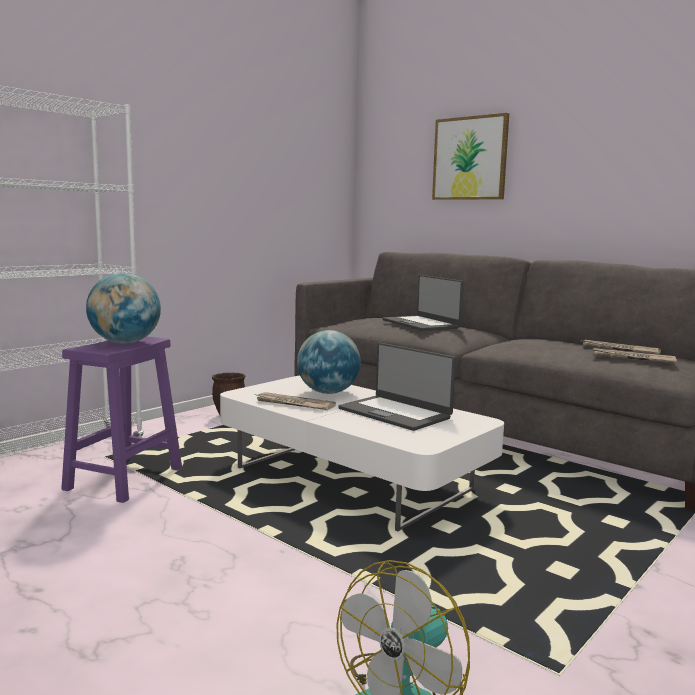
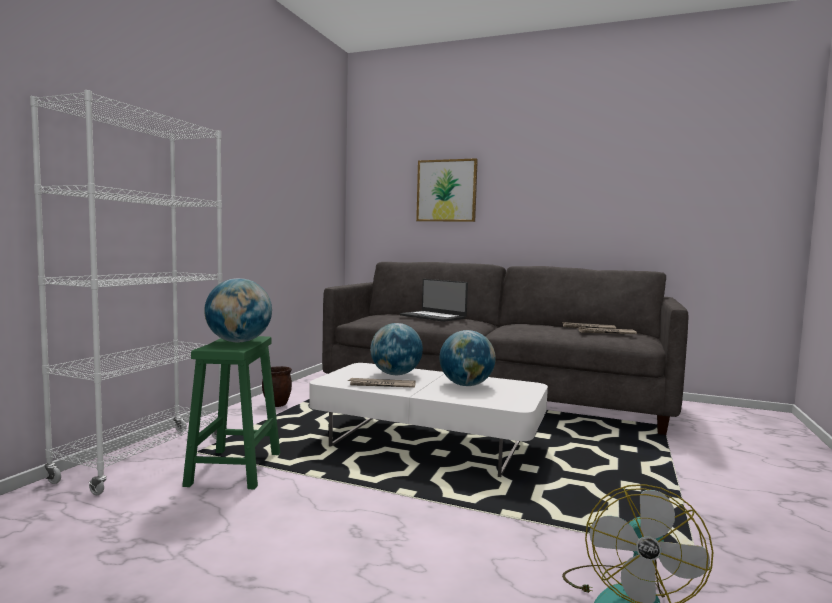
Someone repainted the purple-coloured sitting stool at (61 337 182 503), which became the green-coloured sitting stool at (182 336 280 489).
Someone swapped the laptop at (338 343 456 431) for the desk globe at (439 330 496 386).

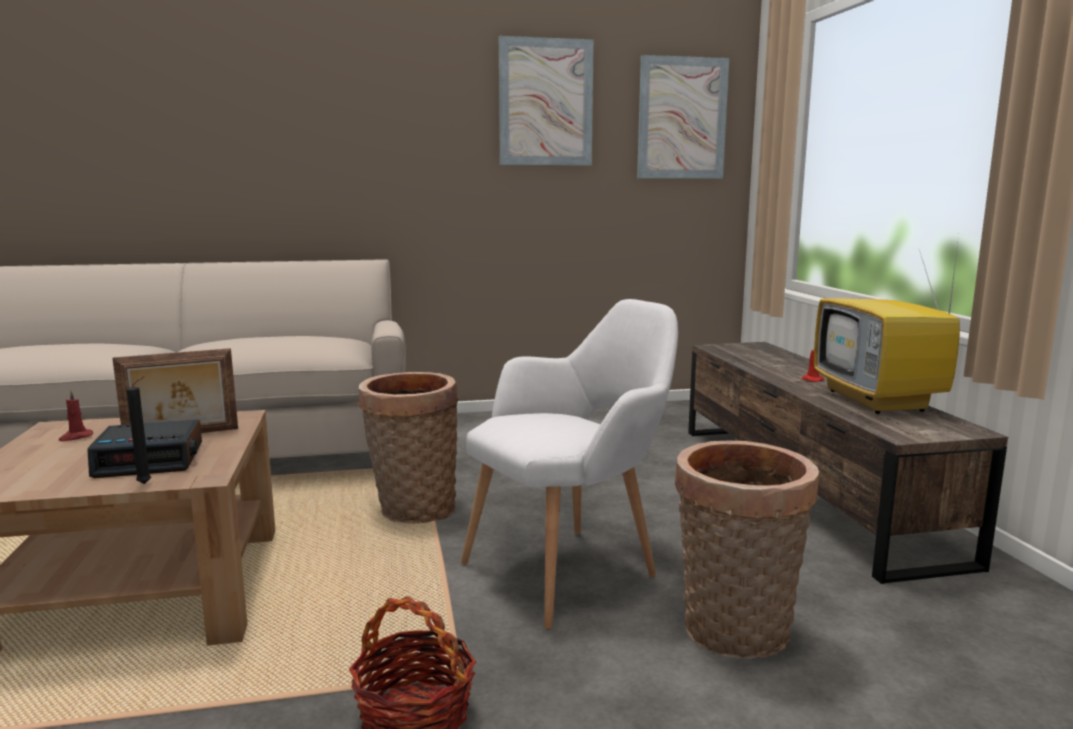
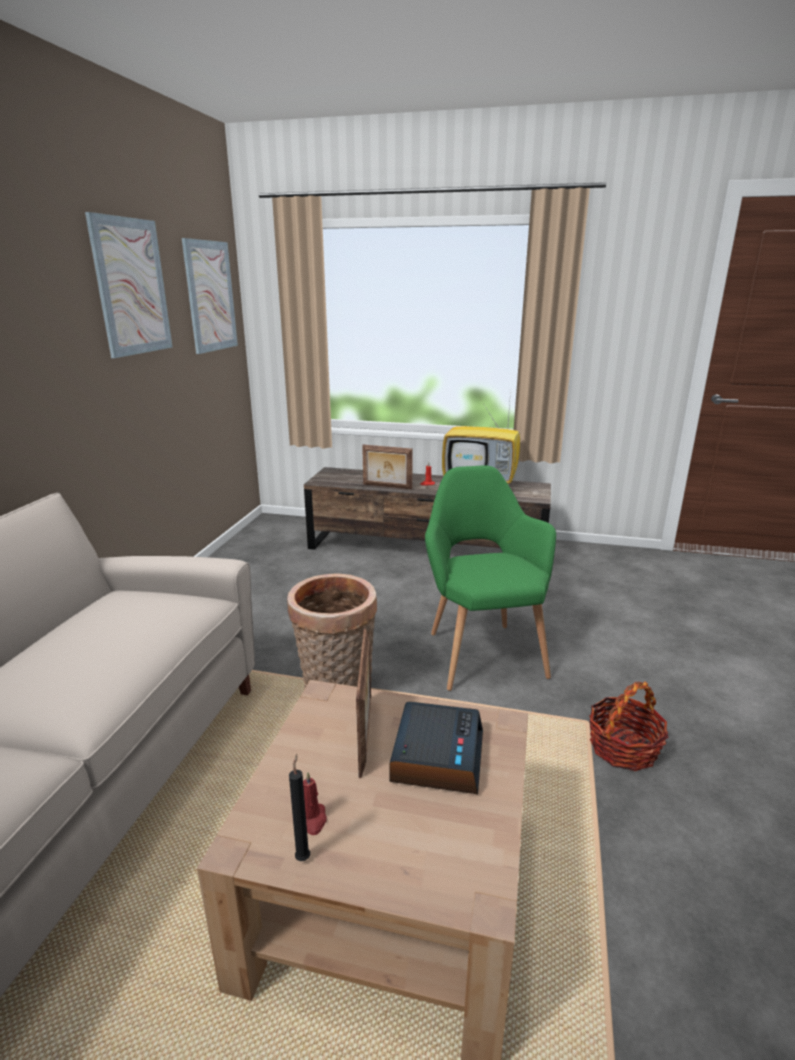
Someone carried the black wax light from (126 376 151 484) to (289 754 310 861).
Someone put down the picture frame at (362 445 413 489).
Someone repainted the white-coloured lounge chair at (461 299 678 630), which became the green-coloured lounge chair at (425 466 556 691).
Someone took away the storage basket at (675 441 819 659).

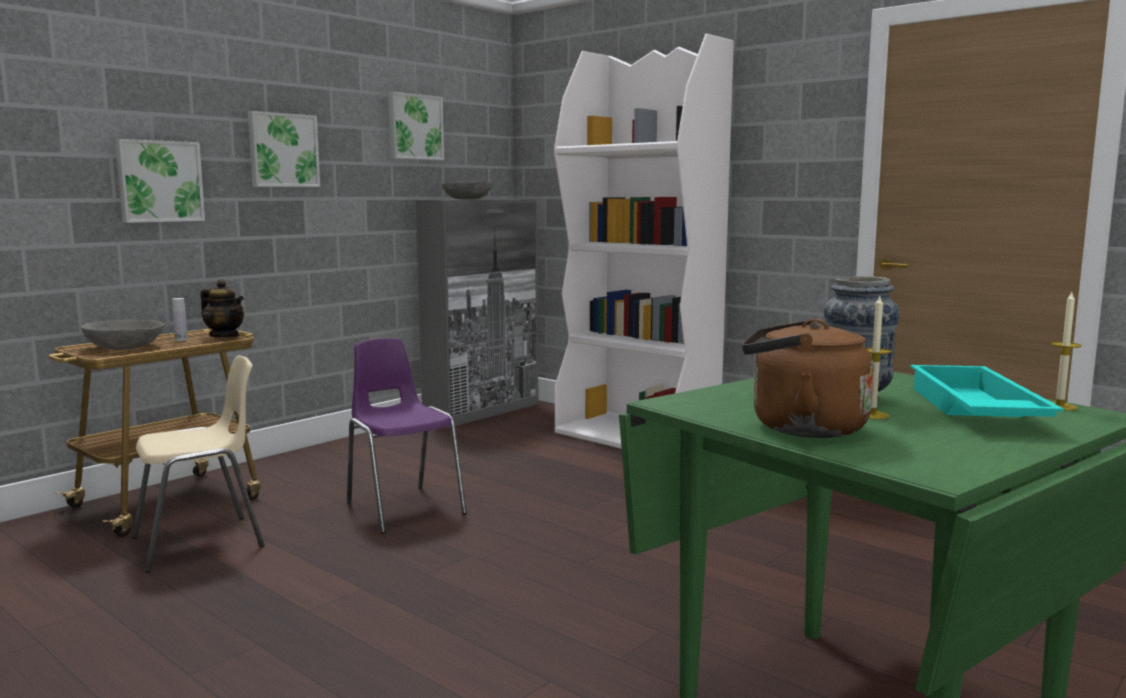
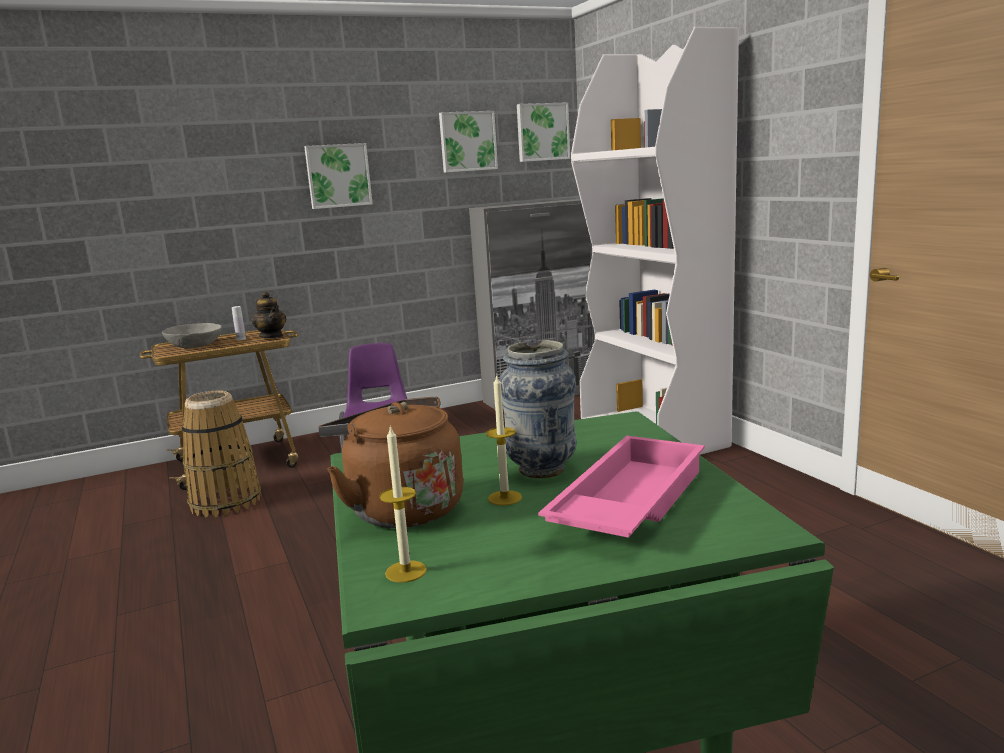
Someone swapped the sand-coloured upright chair at (132 356 265 573) for the storage basket at (182 391 262 517).
Someone carried the wax light from (1051 292 1082 410) to (380 425 427 583).
Someone carried the wall picture from (115 139 205 223) to (517 102 570 162).
Someone repainted the turquoise tray at (910 365 1064 417), which became the pink-coloured tray at (538 436 705 538).
Someone took away the gray deep dish at (441 181 493 199).

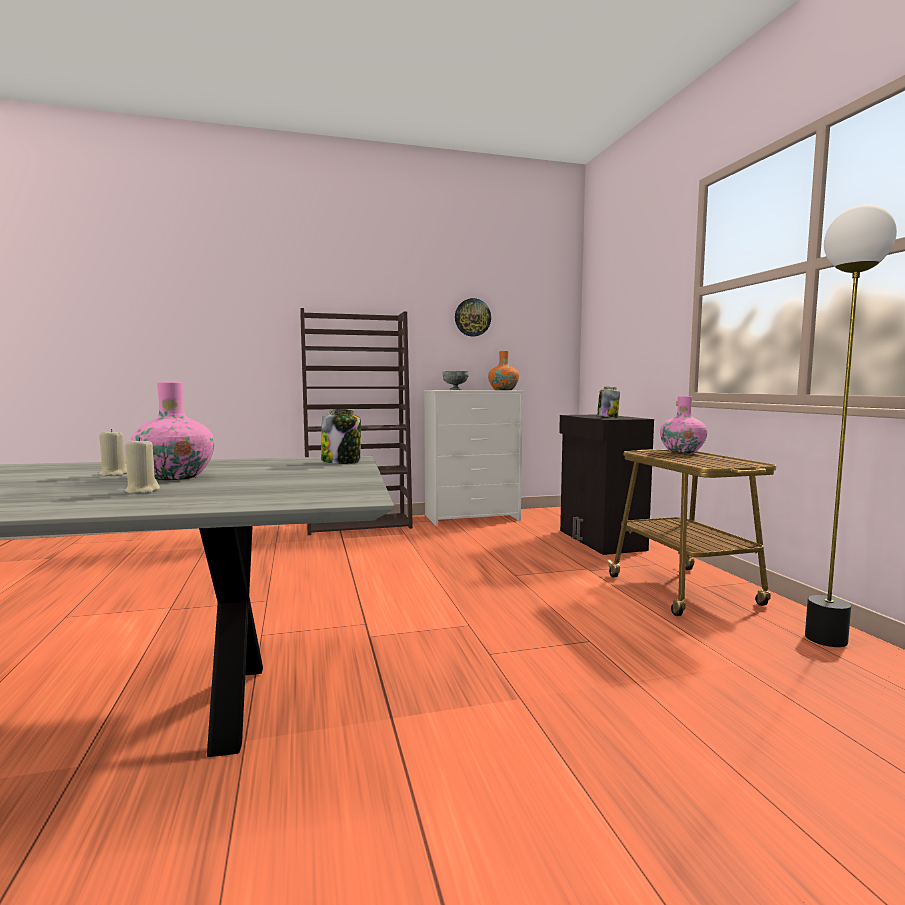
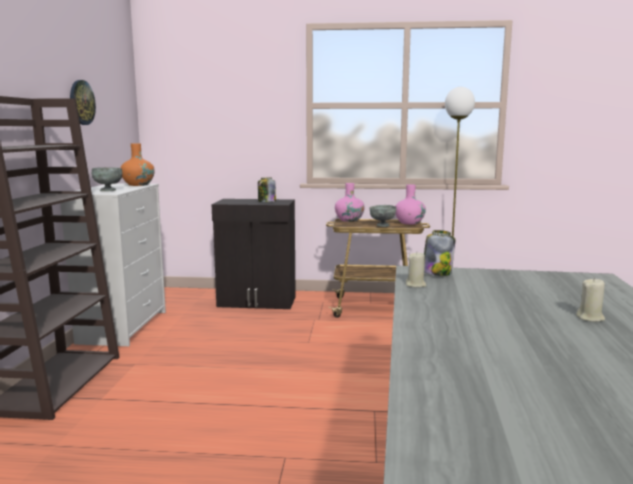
Someone put down the gray deep dish at (369 205 396 227).
Someone carried the pink-coloured flower vase from (130 382 214 480) to (395 185 426 225).
Someone carried the sand-coloured wax light from (99 429 127 476) to (406 252 427 287).

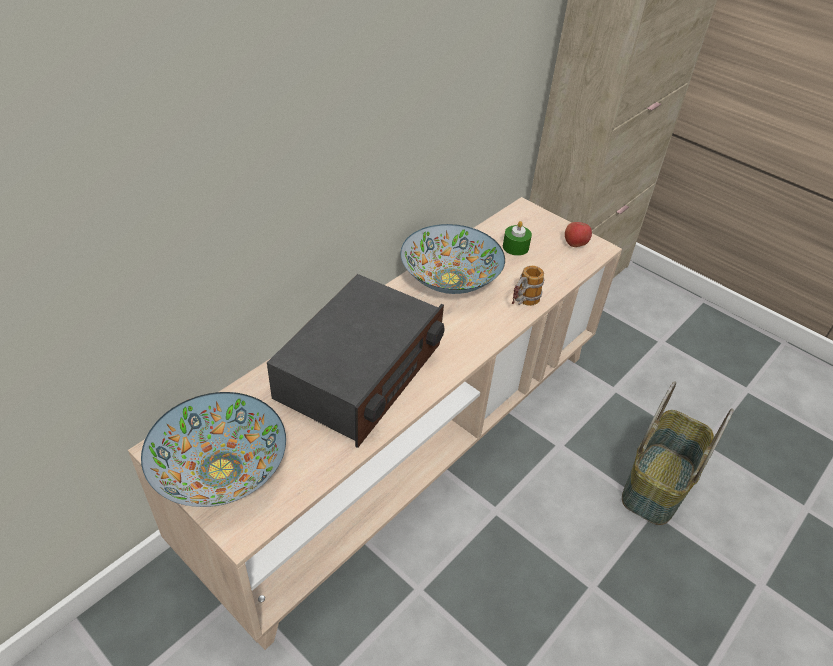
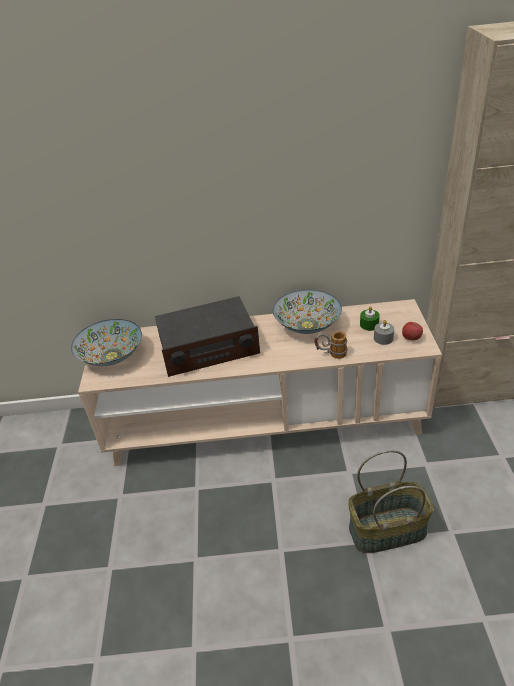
Someone put down the gray wax light at (374 320 394 345).

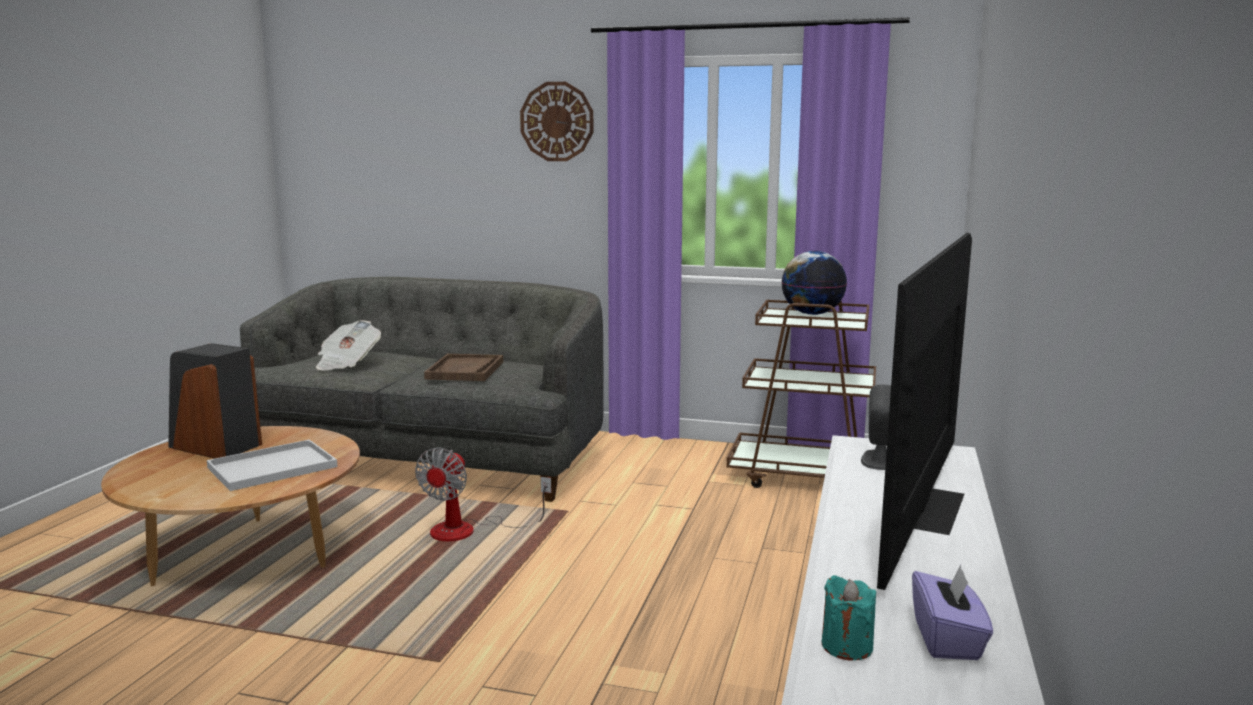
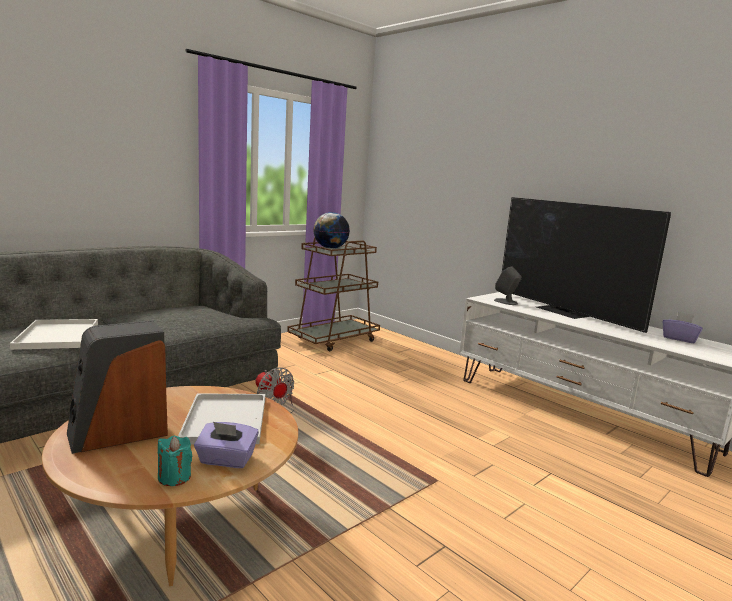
Someone swapped the newspaper at (316 320 381 370) for the white-coloured tray at (10 319 98 350).
Someone carried the turquoise wax light from (822 575 876 660) to (158 436 192 486).
Someone put down the purple-coloured tissue box at (194 422 259 468).
Someone took away the brown-coloured tray at (424 354 503 381).
Someone took away the clock on the wall at (520 82 593 161).

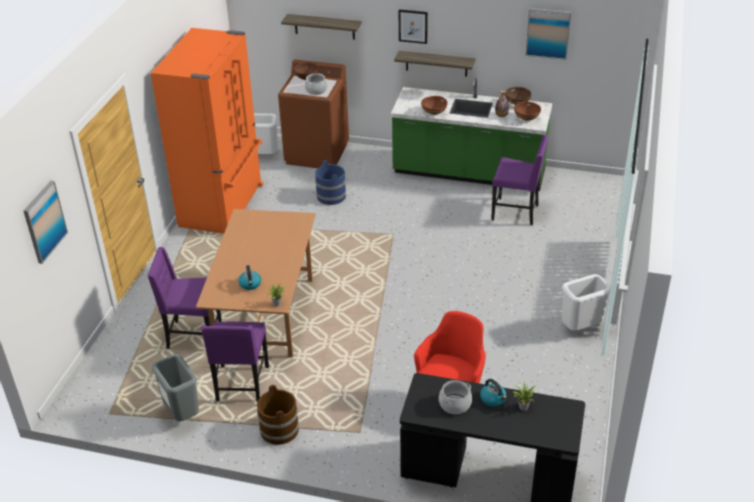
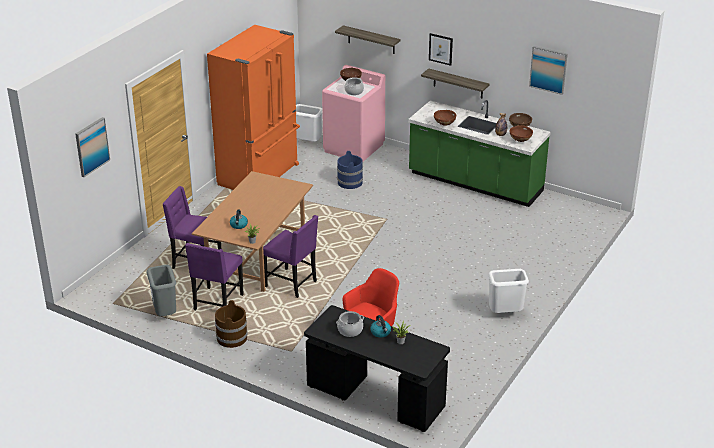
Someone carried the purple-coloured upright chair from (491 135 549 225) to (263 215 318 298).
Someone repainted the brown-coloured washing machine at (278 60 349 168), which became the pink-coloured washing machine at (322 65 385 161).

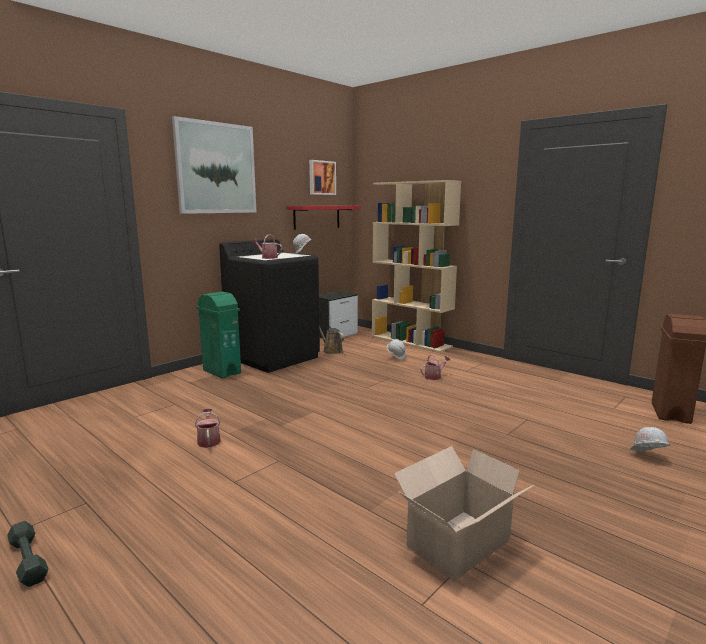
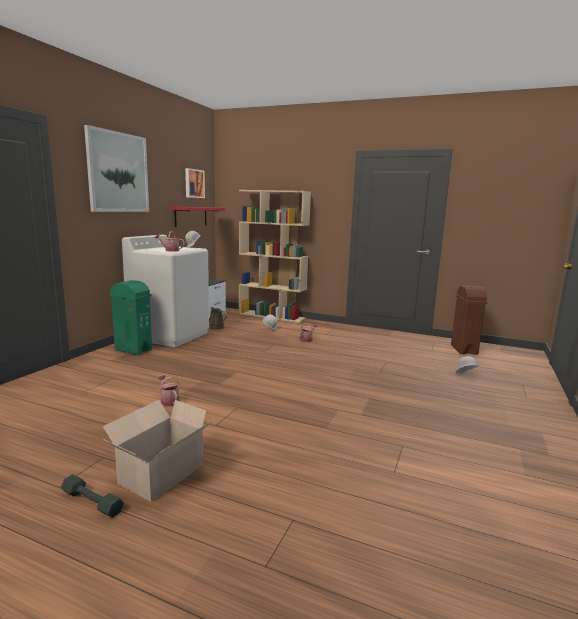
Someone carried the carton from (394 446 534 582) to (103 400 213 502).
Someone repainted the black washing machine at (219 239 320 373), which became the white-coloured washing machine at (122 235 209 347).

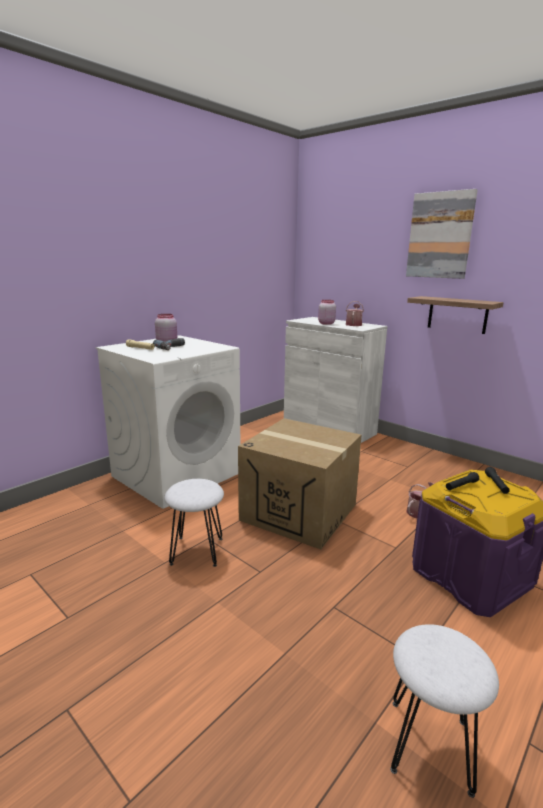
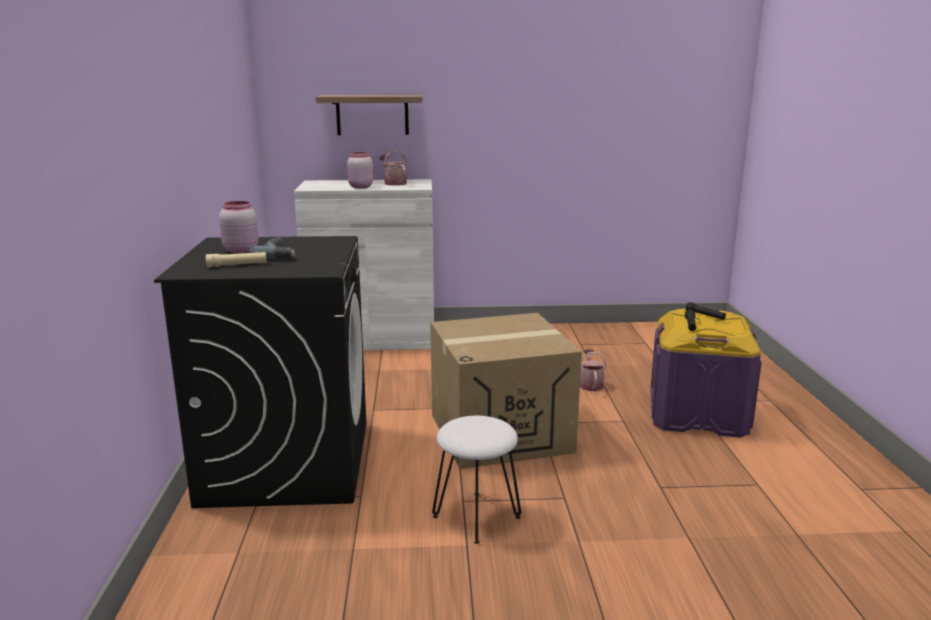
Someone repainted the white-coloured washing machine at (96 335 240 509), which became the black washing machine at (154 236 366 508).
Someone carried the wall shelf from (407 296 503 334) to (316 95 423 135).
Someone took away the white-coloured sitting stool at (390 624 499 798).
Someone took away the wall picture at (406 189 478 279).

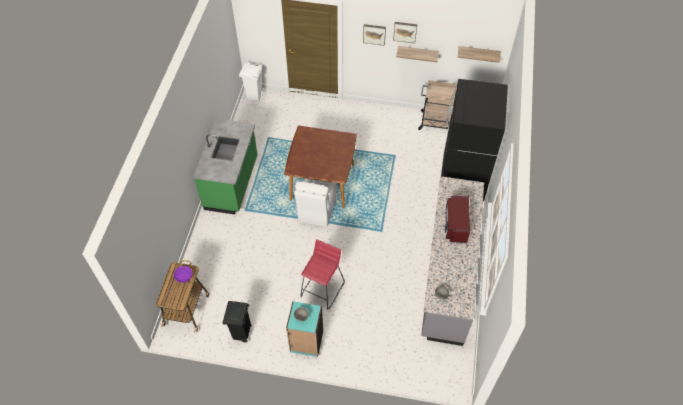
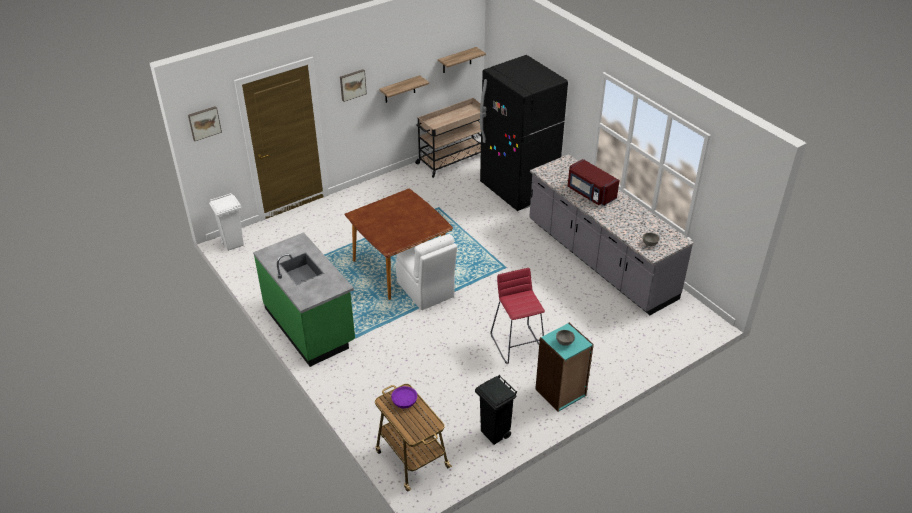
Someone carried the wall picture from (393 22 417 43) to (188 106 222 141).

